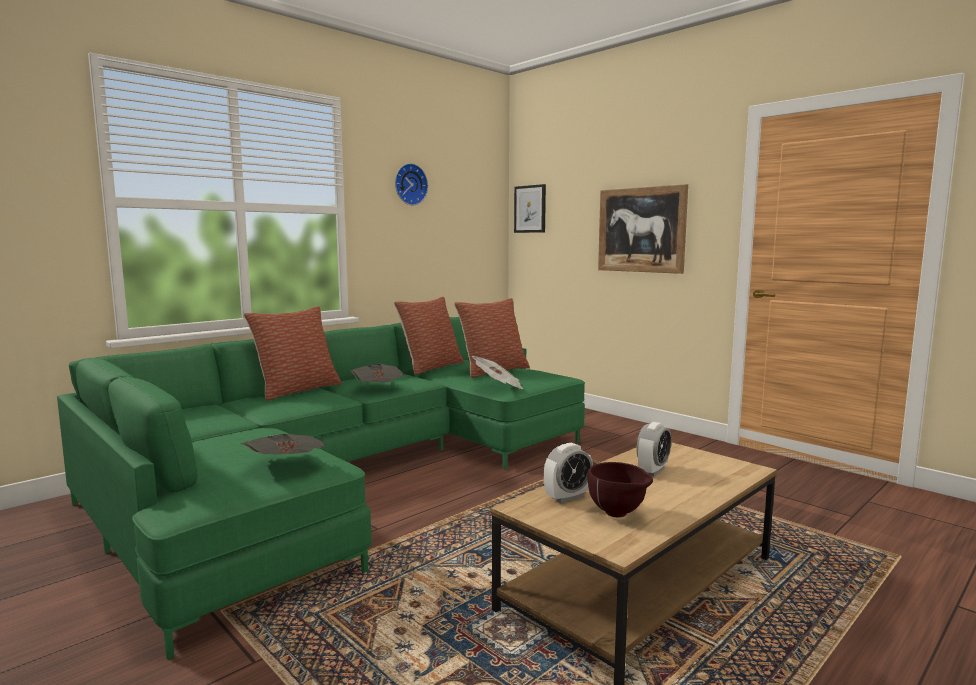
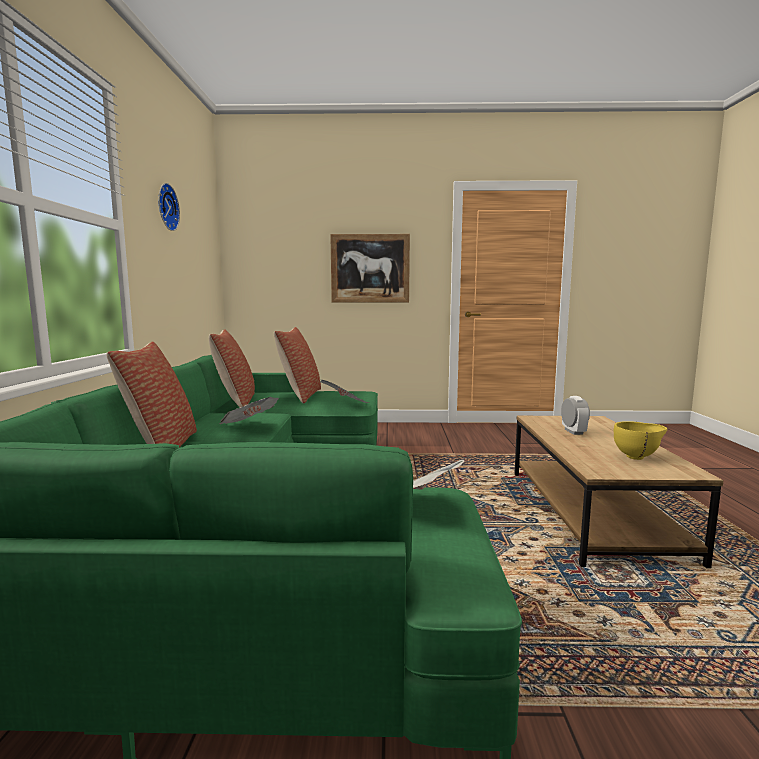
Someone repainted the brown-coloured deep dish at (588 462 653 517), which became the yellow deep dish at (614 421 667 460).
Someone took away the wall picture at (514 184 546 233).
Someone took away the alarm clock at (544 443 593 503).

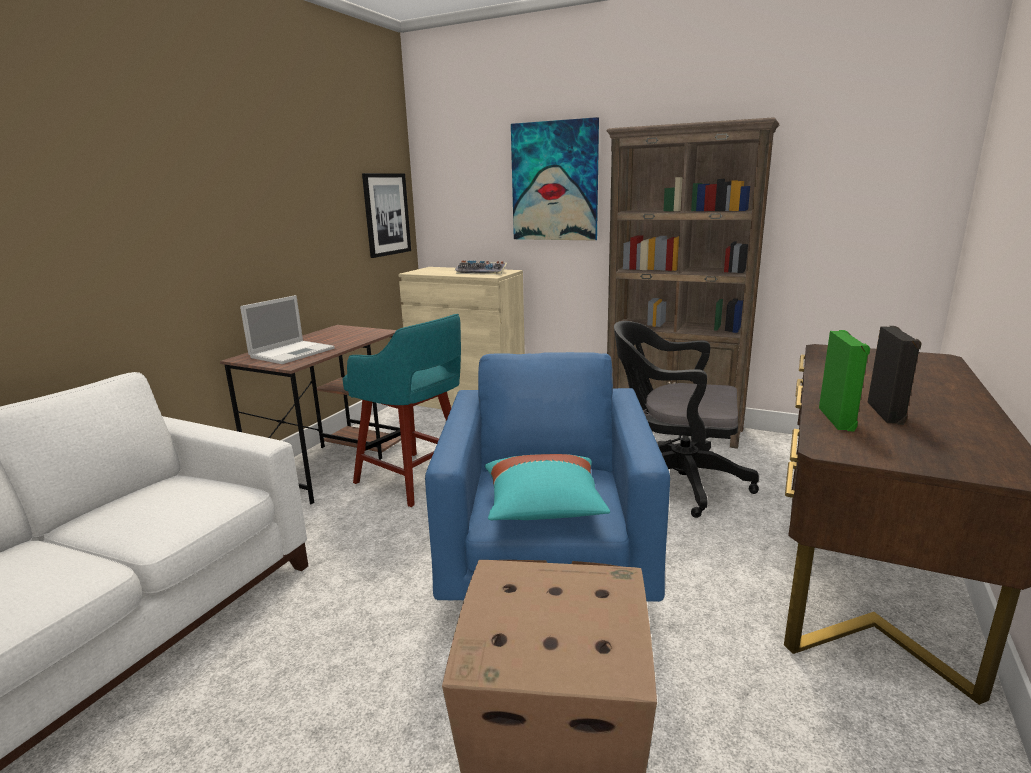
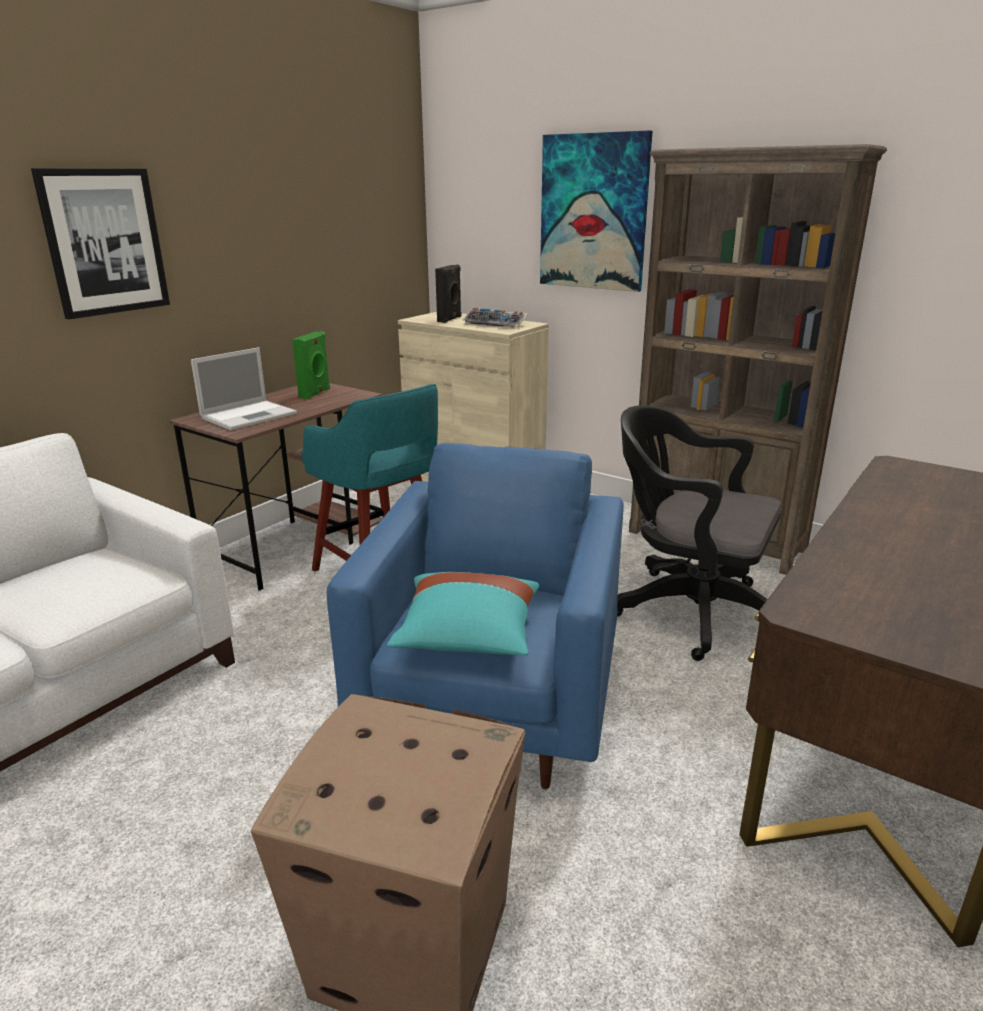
Someone carried the wall picture from (362 173 411 258) to (31 168 170 319).
Someone carried the green-coloured audio speaker from (819 330 870 431) to (292 331 330 399).
Someone carried the black audio speaker from (867 326 922 425) to (435 265 462 323).

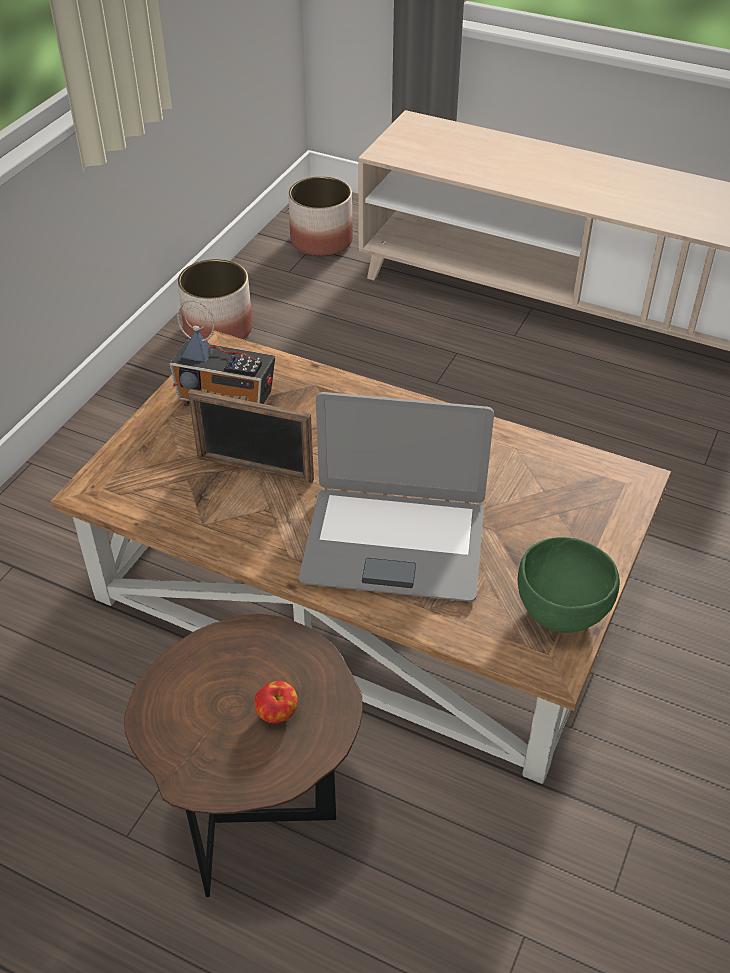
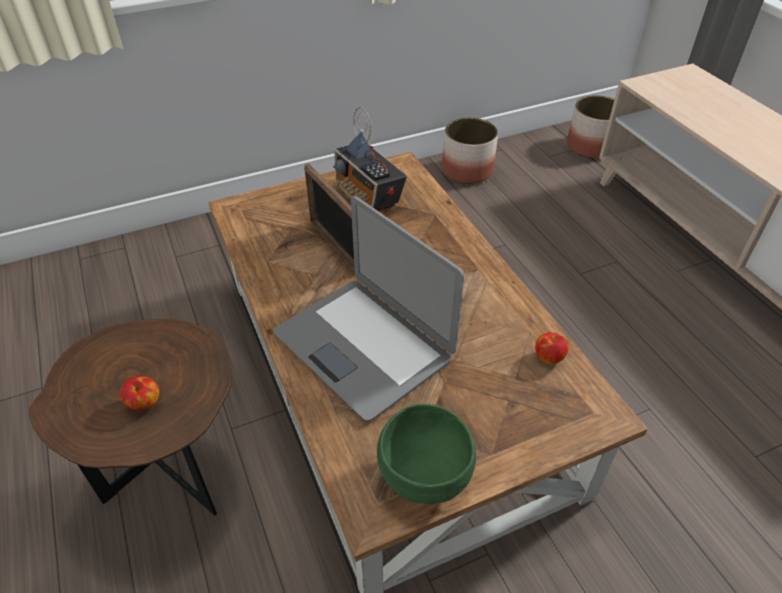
Someone put down the apple at (535 332 569 365).

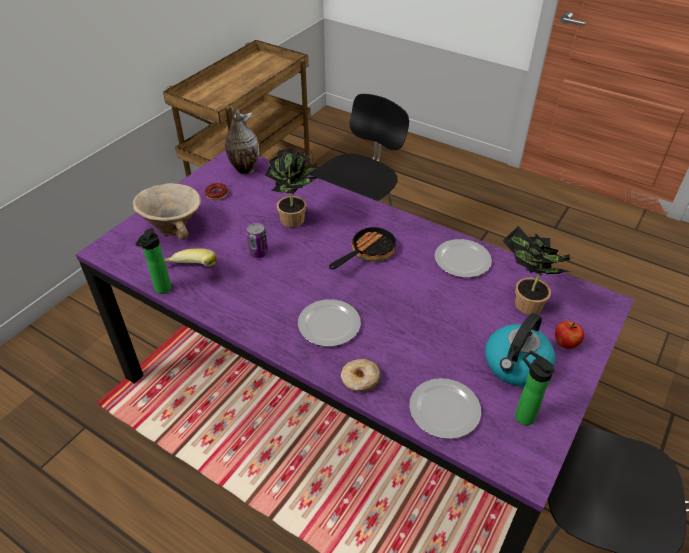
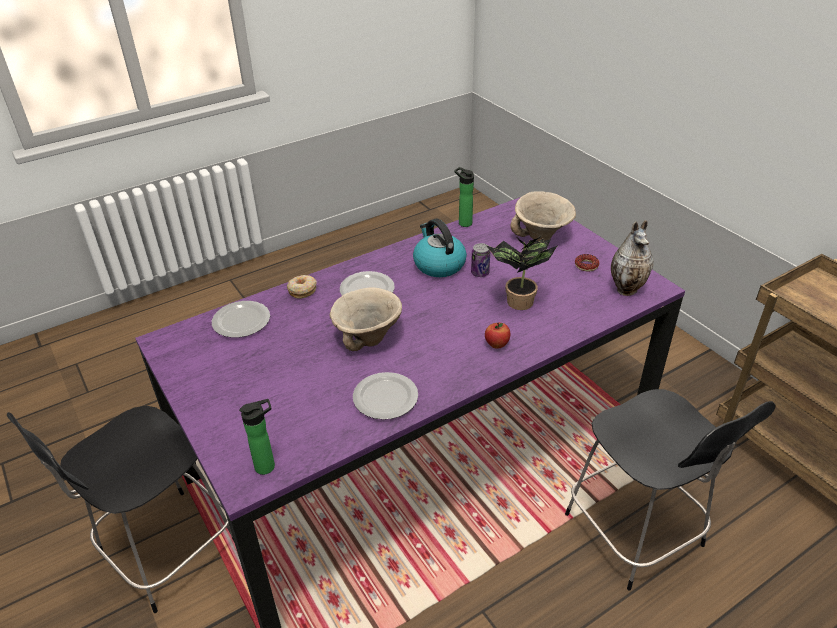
Someone carried the beverage bottle from (515 350 555 425) to (239 399 275 475).
Someone put down the sand-coloured deep dish at (330 287 402 351).
Someone carried the water kettle from (485 313 555 386) to (413 219 467 277).
Someone carried the apple from (555 321 584 349) to (485 323 510 349).
Someone took away the banana at (164 248 217 266).
Someone took away the frying pan at (329 224 397 270).
Someone took away the houseplant at (502 226 571 315).

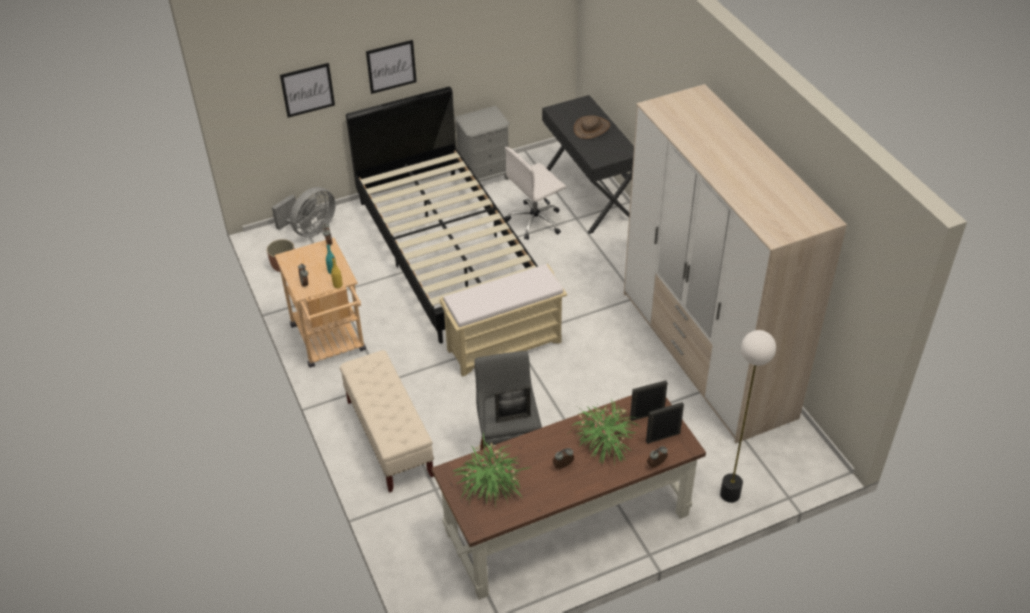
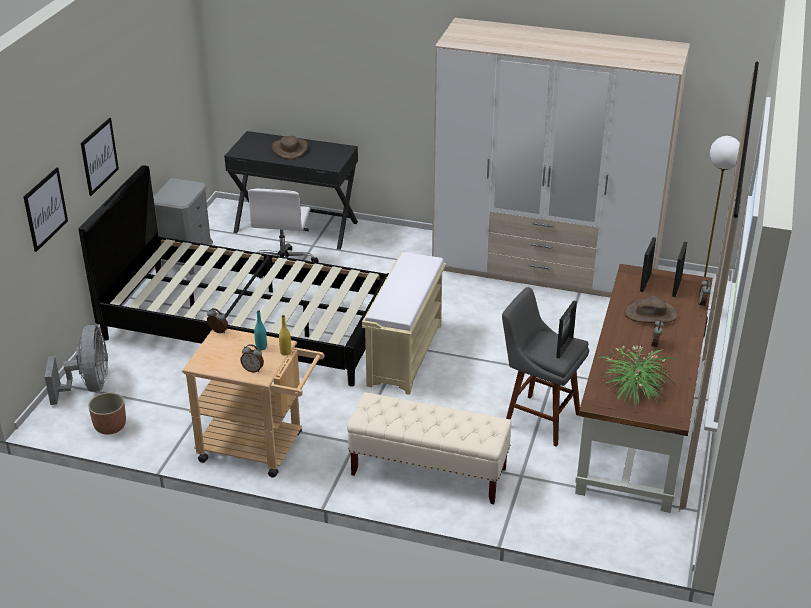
Someone swapped the houseplant at (571 398 642 464) for the brown-coloured wearable hat at (624 296 678 323).

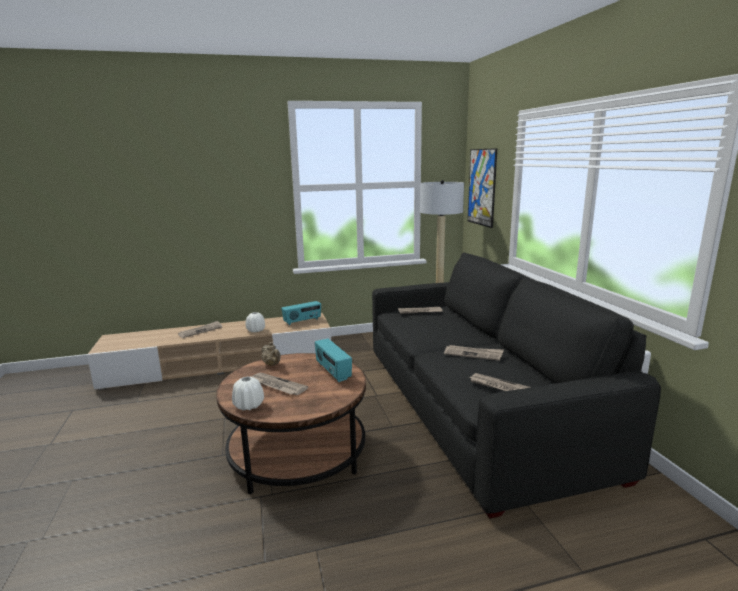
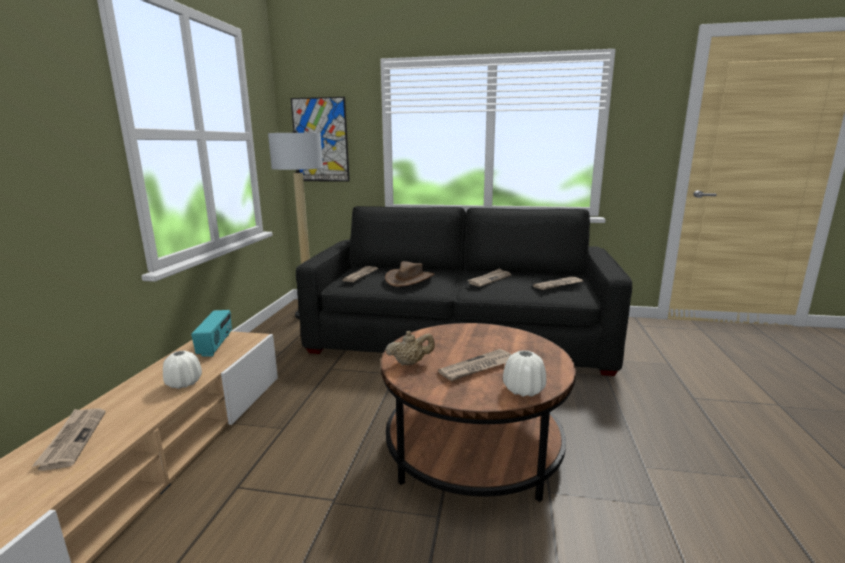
Someone put down the brown-coloured wearable hat at (385 261 434 287).
Someone took away the radio receiver at (315 339 352 382).

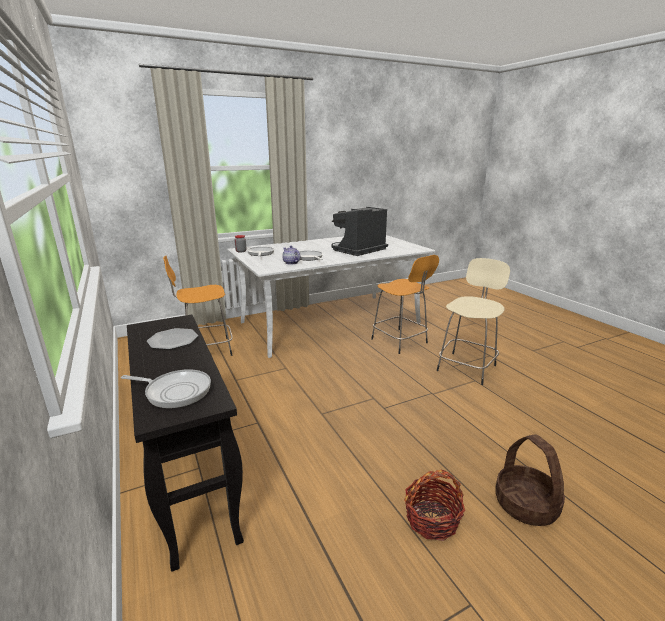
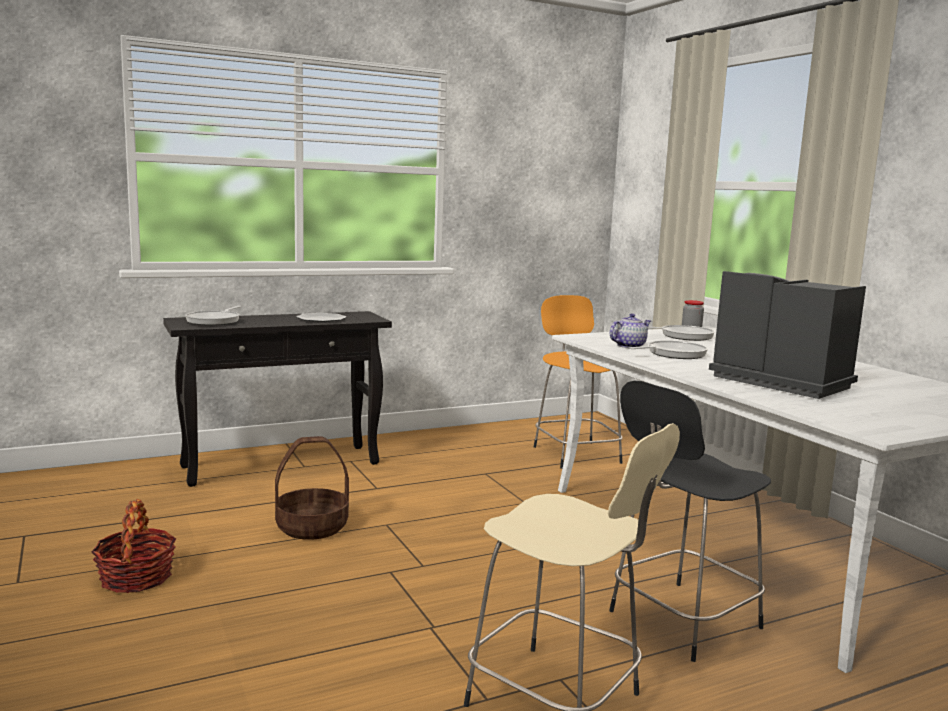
Someone carried the storage basket from (495 434 565 526) to (275 436 349 540).
Someone repainted the orangey sitting stool at (371 255 439 354), which became the black sitting stool at (609 381 771 662).

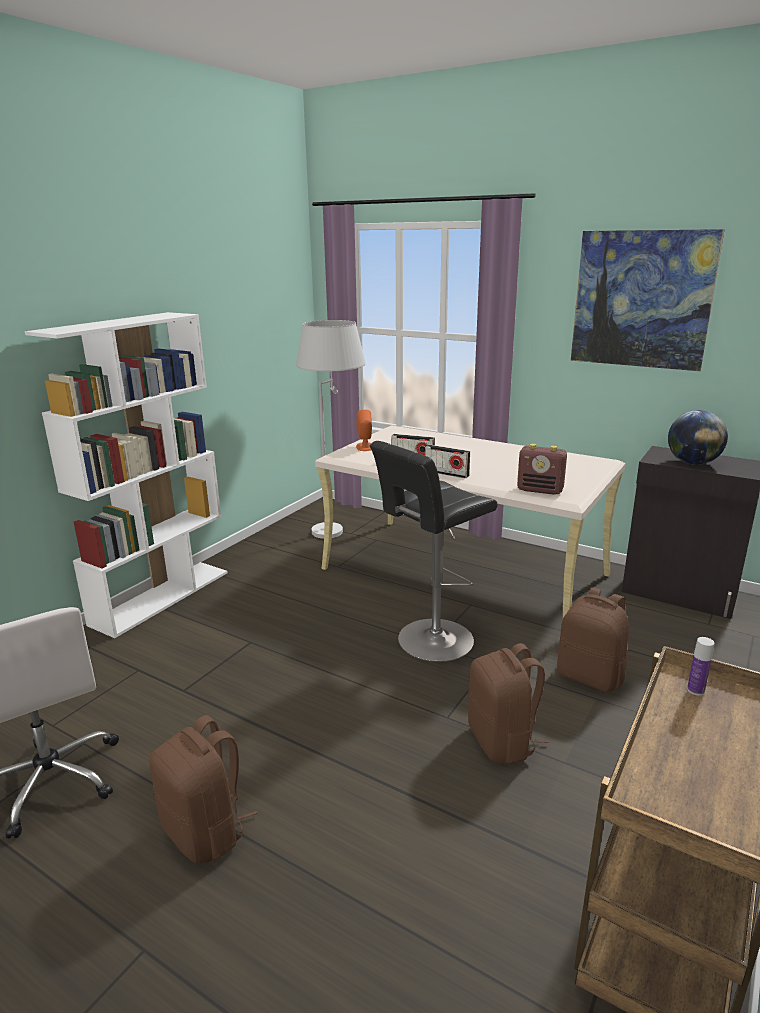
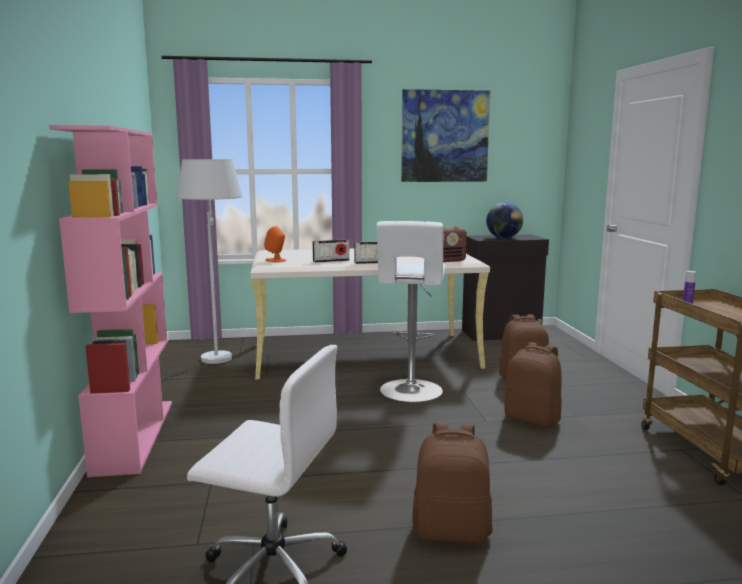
Someone repainted the white-coloured shelving unit at (25 312 228 638), which became the pink-coloured shelving unit at (49 125 172 477).
Someone repainted the black sitting stool at (370 441 498 662), which became the white-coloured sitting stool at (376 221 446 403).

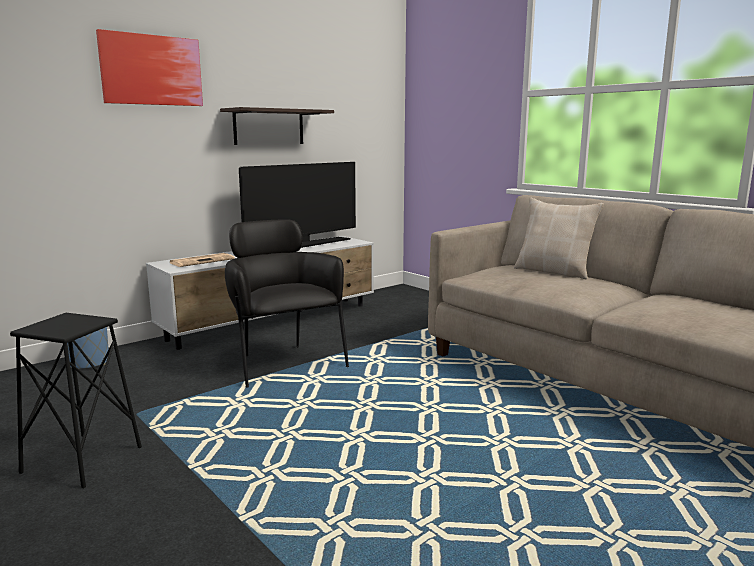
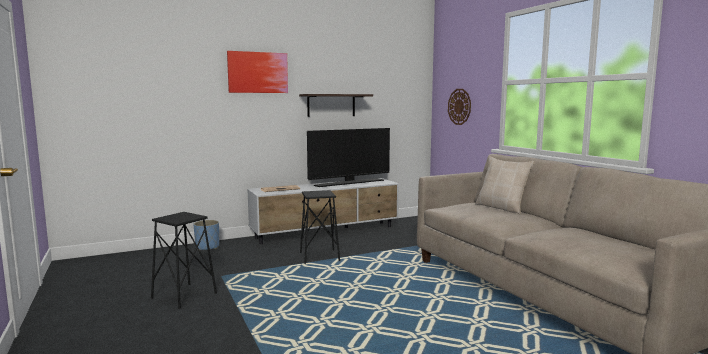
Someone swapped the black lounge chair at (225 219 349 387) for the black sitting stool at (300 190 340 264).
Someone put up the clock on the wall at (448 89 471 125).

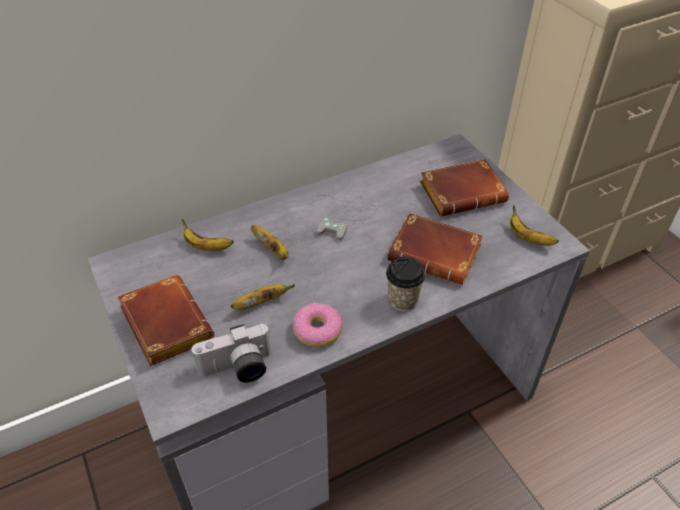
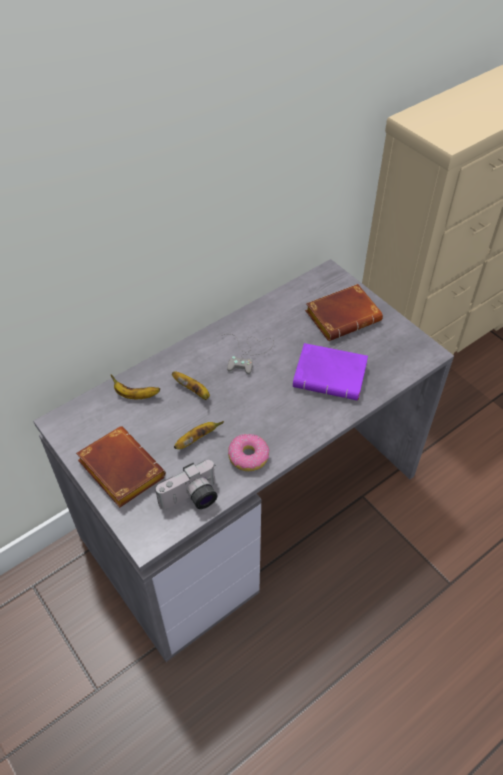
Someone repainted the brown-coloured bound book at (387 213 483 285), which became the purple-coloured bound book at (293 343 368 401).
Someone took away the drinking cup at (386 256 426 311).
Someone took away the banana at (510 205 559 246).

